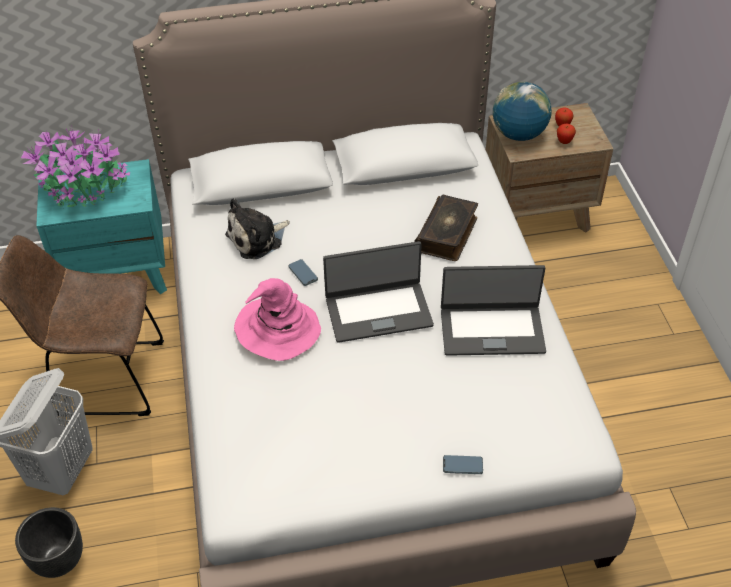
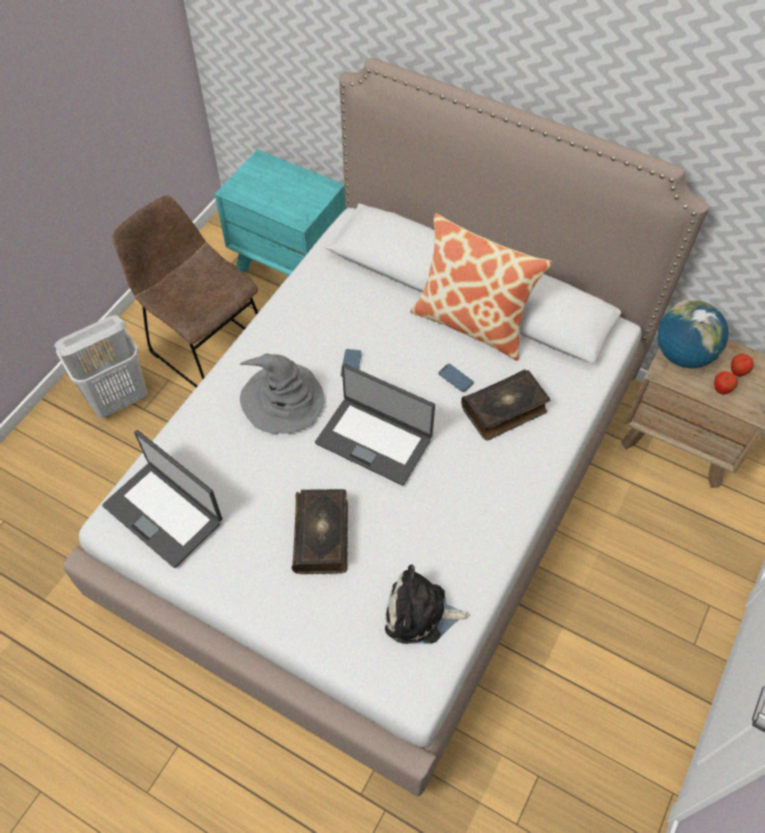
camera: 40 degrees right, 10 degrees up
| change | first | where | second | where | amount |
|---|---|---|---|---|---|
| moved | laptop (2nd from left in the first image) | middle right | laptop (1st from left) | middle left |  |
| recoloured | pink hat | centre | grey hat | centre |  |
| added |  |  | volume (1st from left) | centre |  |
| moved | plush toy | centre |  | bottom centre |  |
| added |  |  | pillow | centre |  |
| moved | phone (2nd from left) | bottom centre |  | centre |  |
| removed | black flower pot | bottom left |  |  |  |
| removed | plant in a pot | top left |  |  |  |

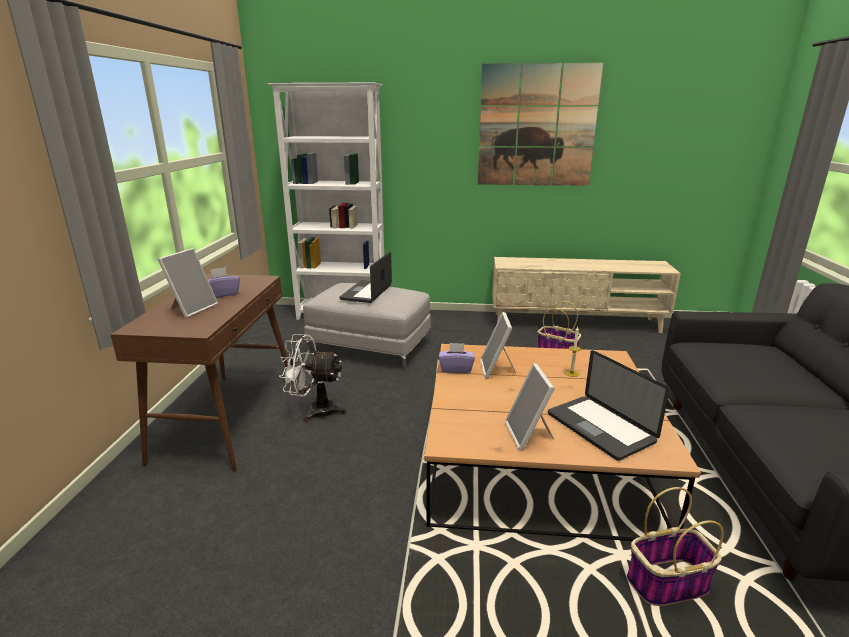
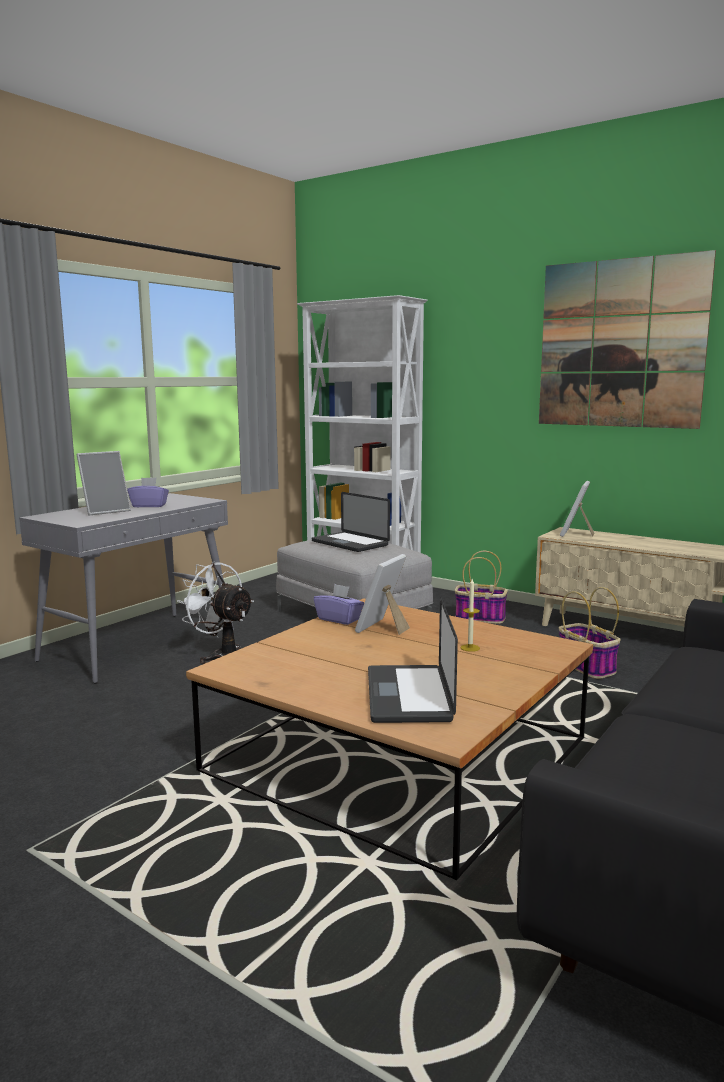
camera: 30 degrees right, 10 degrees down
| change | first | where | second | where | amount |
|---|---|---|---|---|---|
| recoloured | brown-coloured narrow table | middle left | grey narrow table | middle left |  |
| turned | laptop (1st from left) | centre |  | centre | 90 degrees counterclockwise |
| moved | household basket (2nd from left in the first image) | bottom right | household basket (1st from left) | centre |  |
| moved | standing frame (3rd from left) | centre |  | middle right |  |

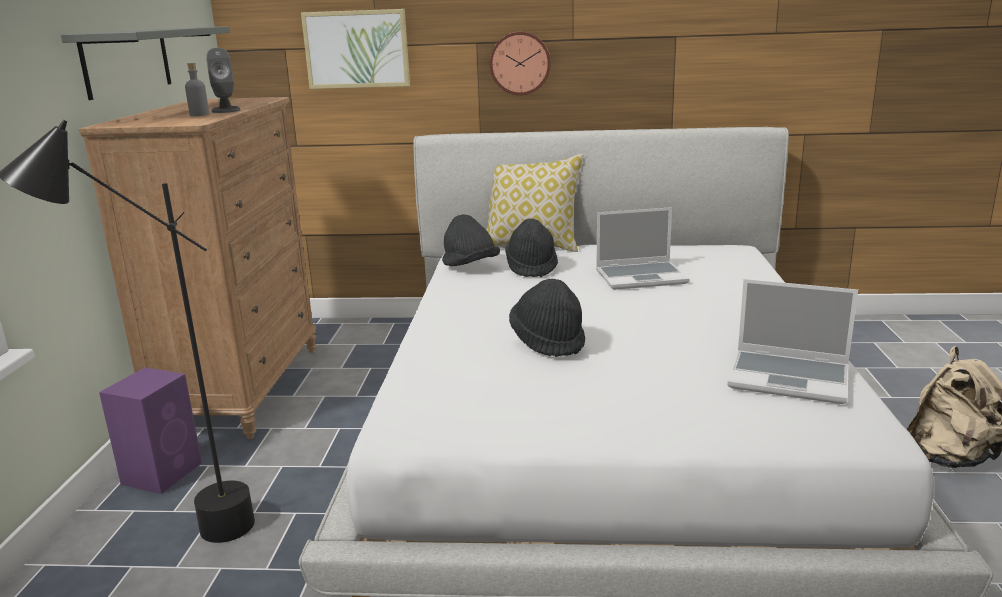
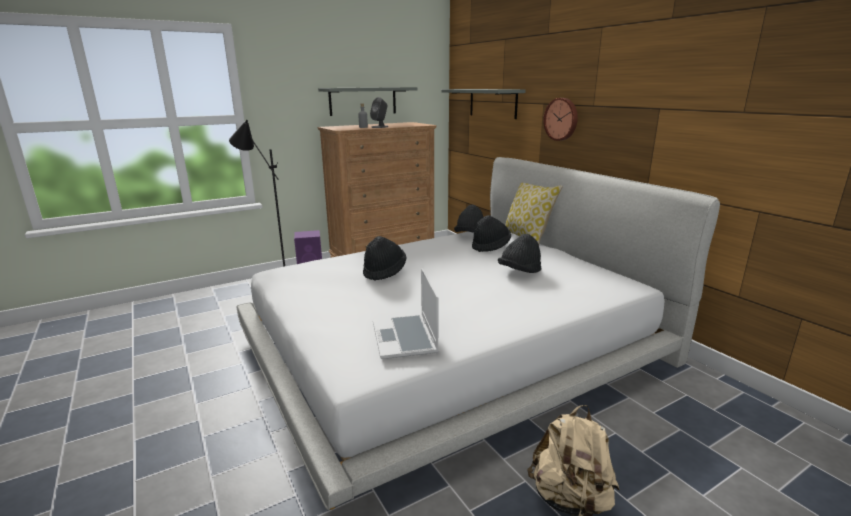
camera: 55 degrees right, 0 degrees up
| change | first | where | second | where | amount |
|---|---|---|---|---|---|
| replaced | wall picture | top centre | grey bracket shelf (2nd from left) | top centre |  |
| replaced | laptop (1st from left) | centre | black hat (4th from left) | centre |  |

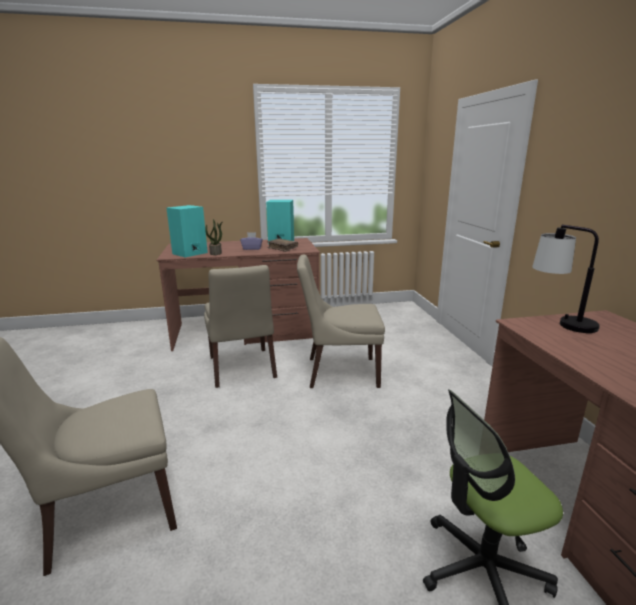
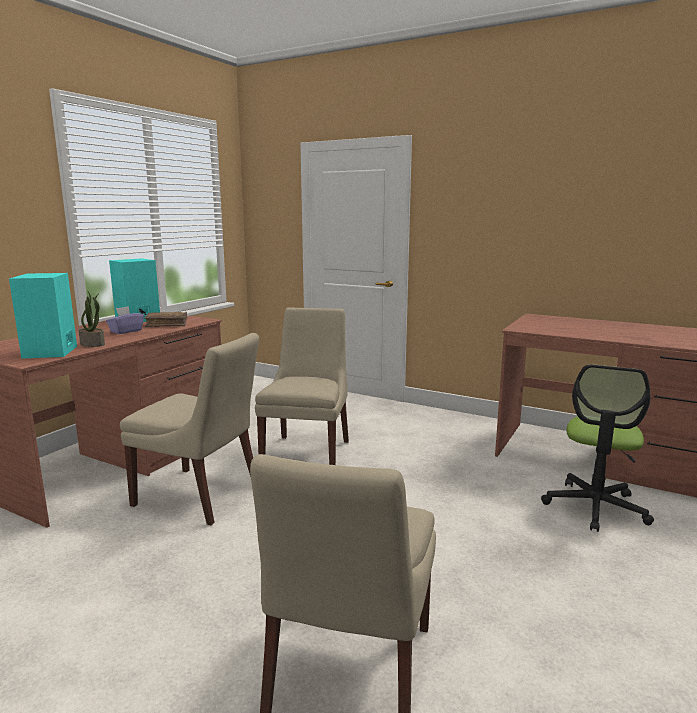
camera: 50 degrees left, 5 degrees down
| change | first | where | second | where | amount |
|---|---|---|---|---|---|
| turned | beige upright chair (3rd from left in the first image) | centre | beige upright chair (2nd from left) | centre | 150 degrees clockwise |
| removed | lamp for a table | middle right |  |  |  |

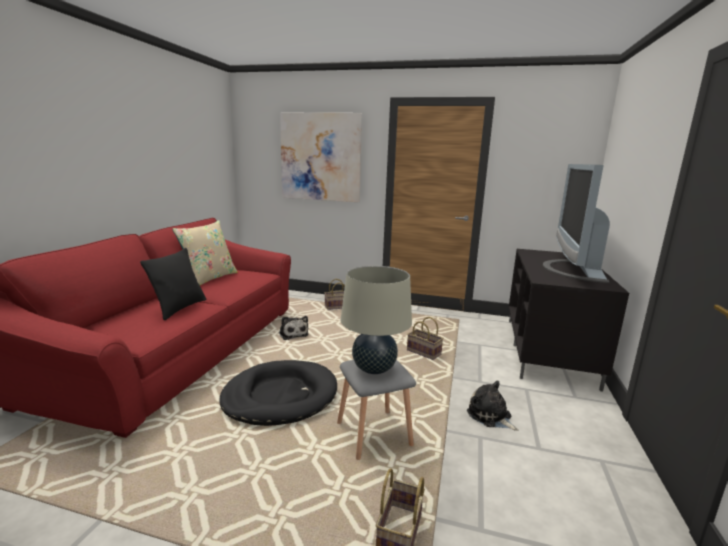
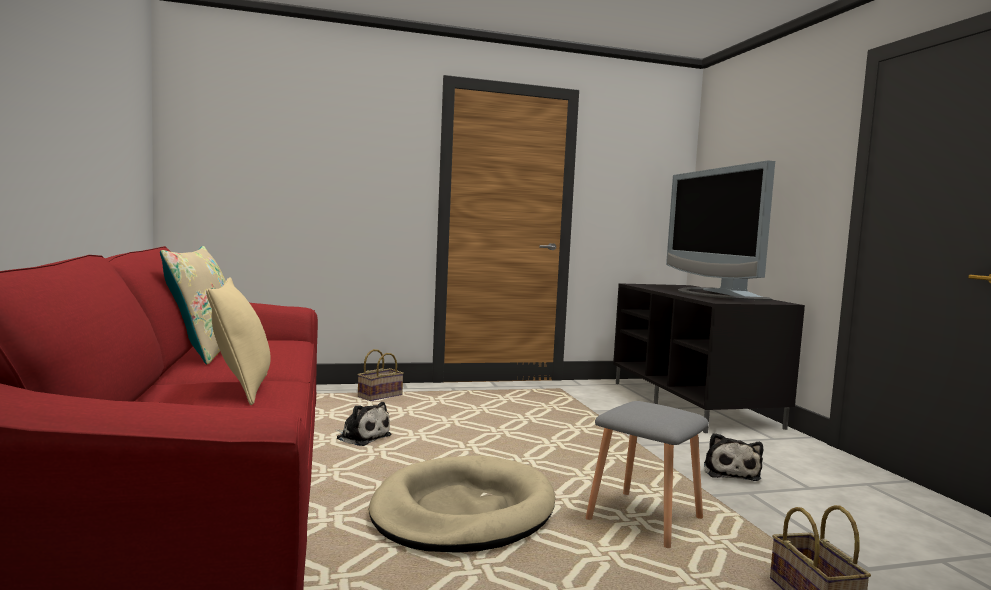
camera: 30 degrees left, 10 degrees down
| change | first | where | second | where | amount |
|---|---|---|---|---|---|
| recoloured | black pillow | middle left | beige pillow (2nd from left) | middle left |  |
| recoloured | black pet bed | bottom centre | beige pet bed | bottom centre |  |
| turned | plush toy (2nd from left) | bottom right |  | bottom right | 105 degrees counterclockwise |
| removed | wall picture | top centre |  |  |  |
| removed | beige lamp for a table | centre |  |  |  |
| removed | household basket (3rd from left) | centre |  |  |  |

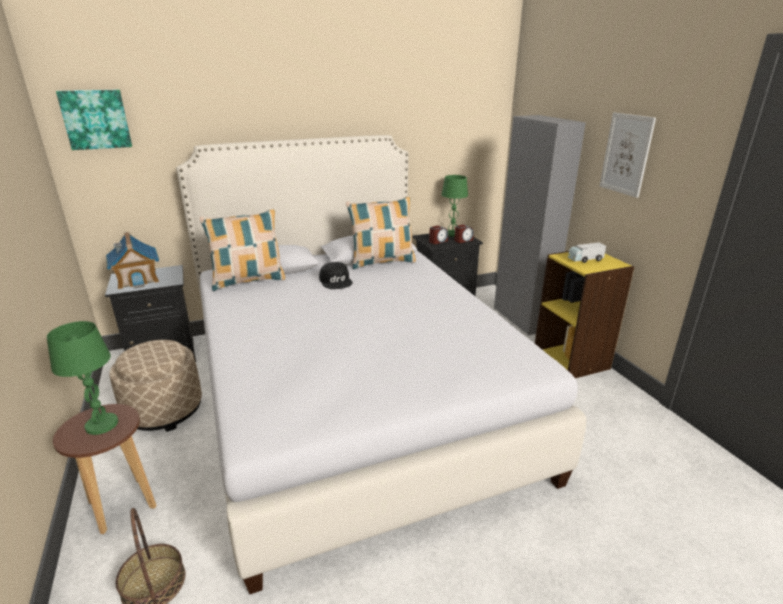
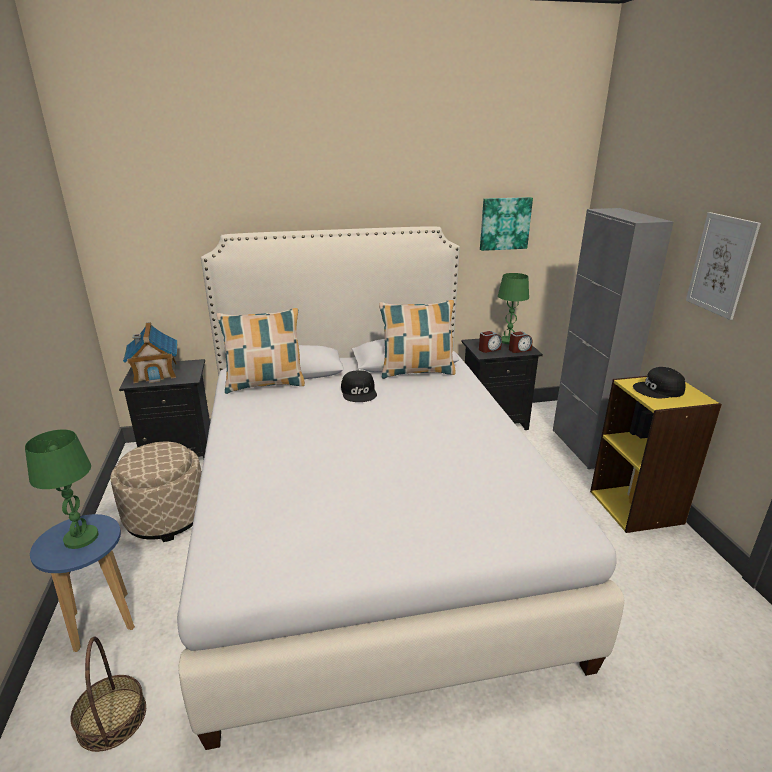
camera: 10 degrees right, 0 degrees up
| change | first | where | second | where | amount |
|---|---|---|---|---|---|
| recoloured | brown-coloured sitting stool | bottom left | blue sitting stool | bottom left |  |
| moved | wall picture (1st from left) | top left |  | top centre |  |
| replaced | toy truck | middle right | black cap (2nd from left) | middle right |  |

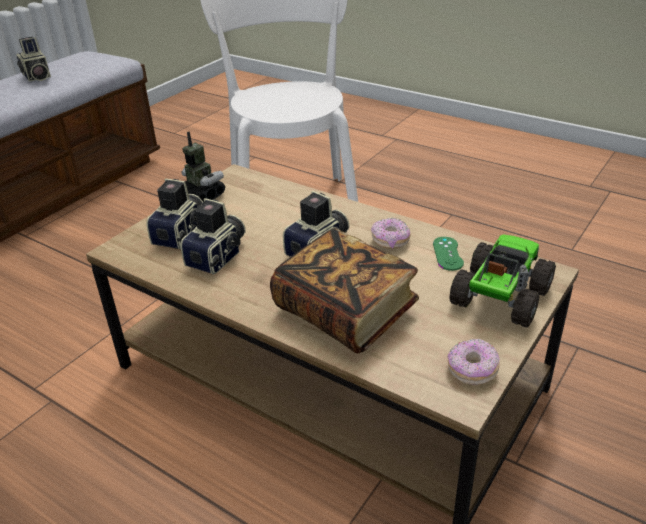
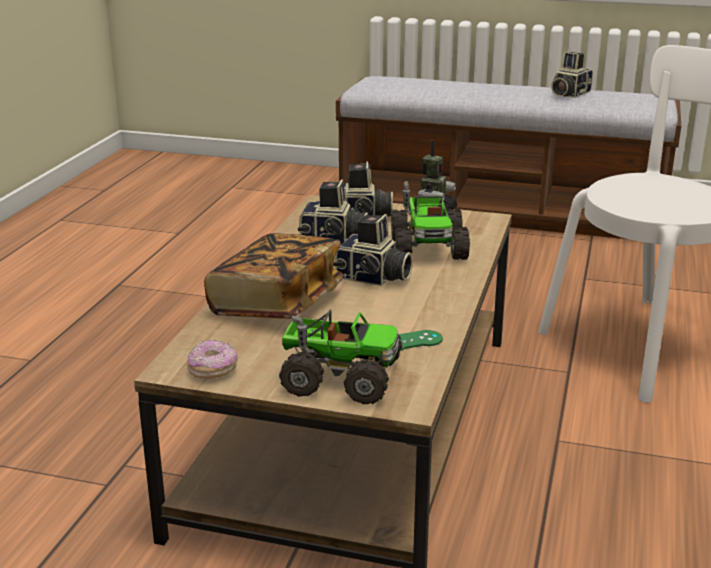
camera: 70 degrees right, 10 degrees down
| change | first | where | second | where | amount |
|---|---|---|---|---|---|
| added |  |  | toy truck (2nd from left) | centre |  |
| removed | ring doughnut (1st from left) | centre |  |  |  |

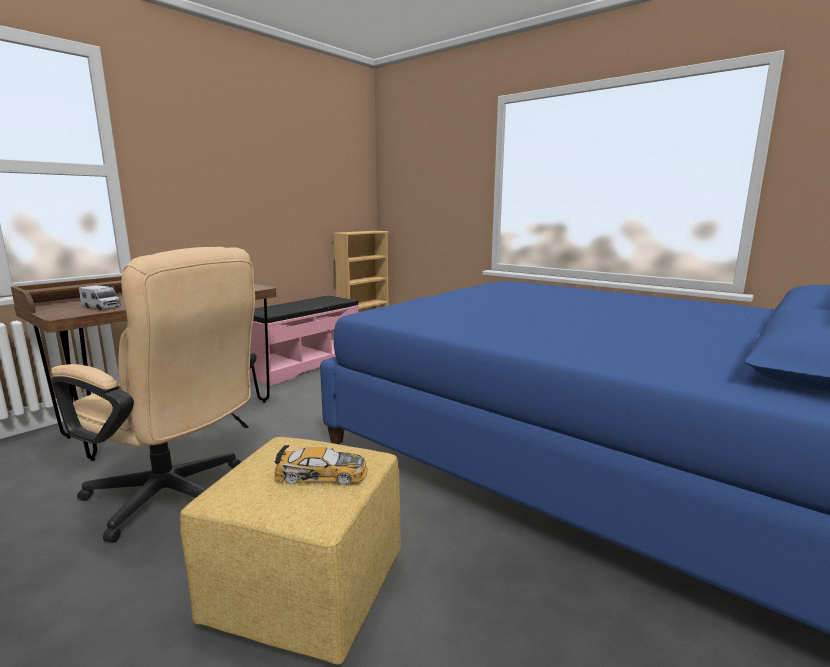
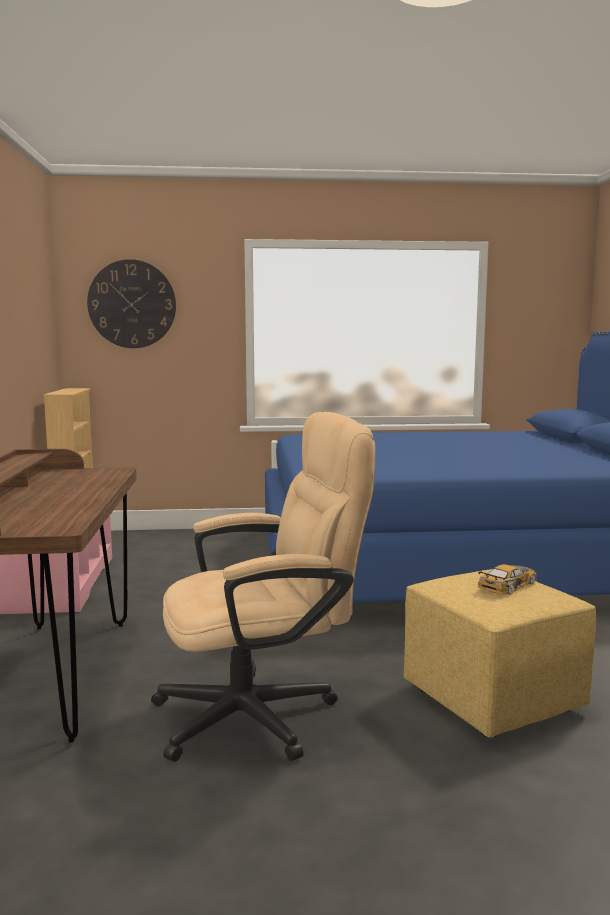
camera: 45 degrees left, 5 degrees down
| change | first | where | second | where | amount |
|---|---|---|---|---|---|
| added |  |  | hanging clock | top left |  |
| removed | toy truck | middle left |  |  |  |

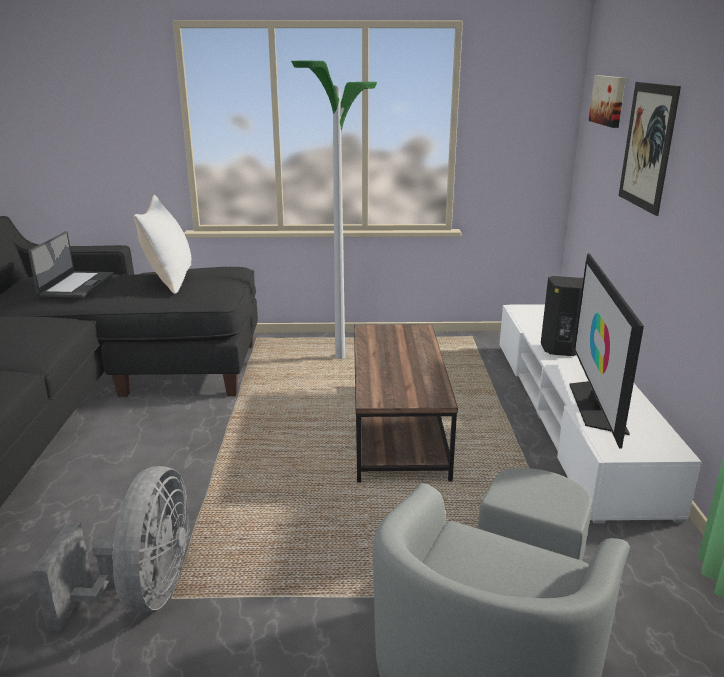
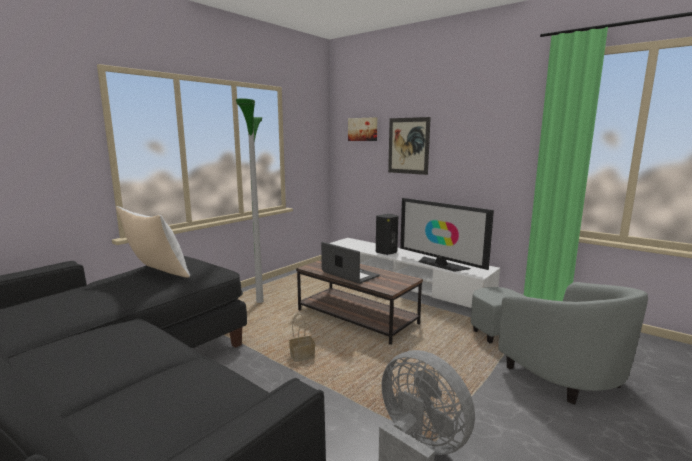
camera: 50 degrees left, 10 degrees down
| change | first | where | second | where | amount |
|---|---|---|---|---|---|
| added |  |  | household basket | bottom centre |  |
| moved | laptop | middle left |  | centre |  |

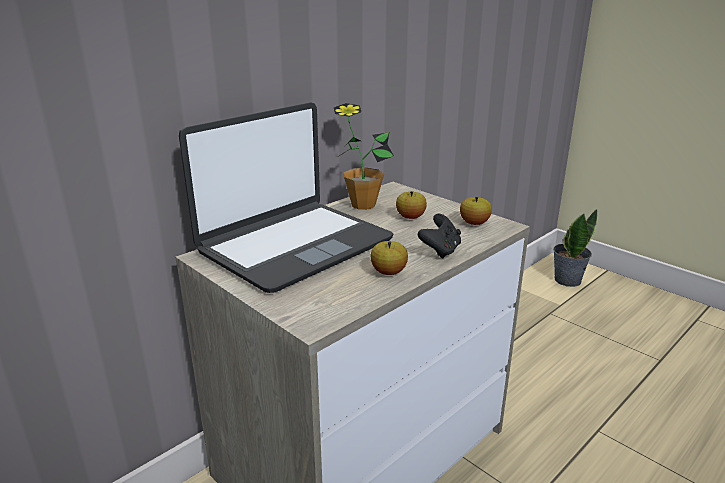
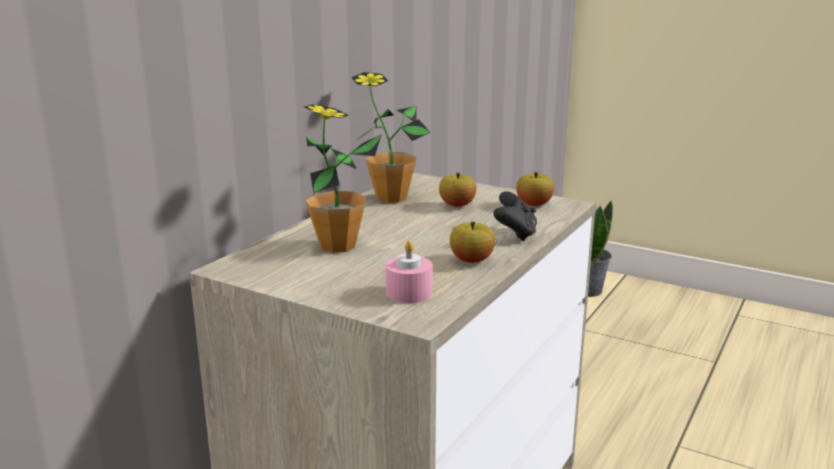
camera: 15 degrees left, 5 degrees down
| change | first | where | second | where | amount |
|---|---|---|---|---|---|
| replaced | laptop | centre | plant in a pot (1st from left) | centre |  |
| added |  |  | pink wax candle | centre |  |

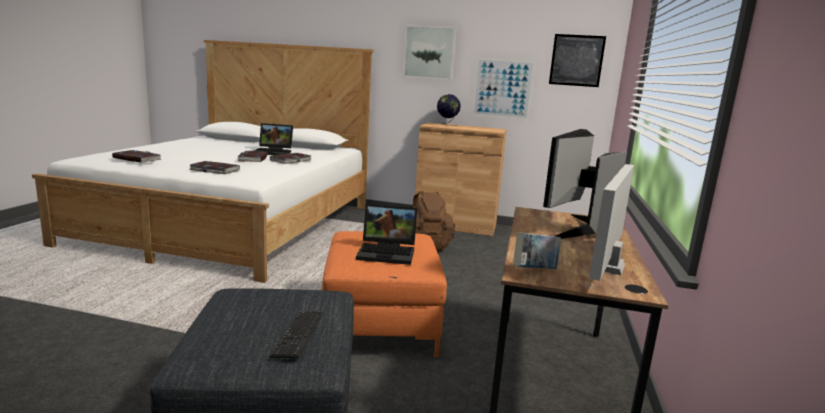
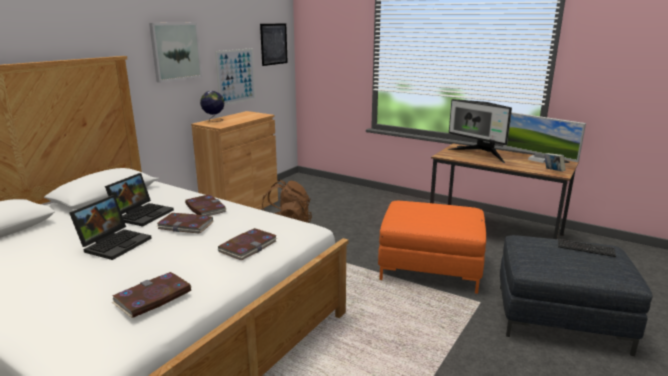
camera: 70 degrees left, 5 degrees up
| change | first | where | second | where | amount |
|---|---|---|---|---|---|
| moved | laptop (2nd from left in the first image) | centre | laptop (1st from left) | middle left |  |

